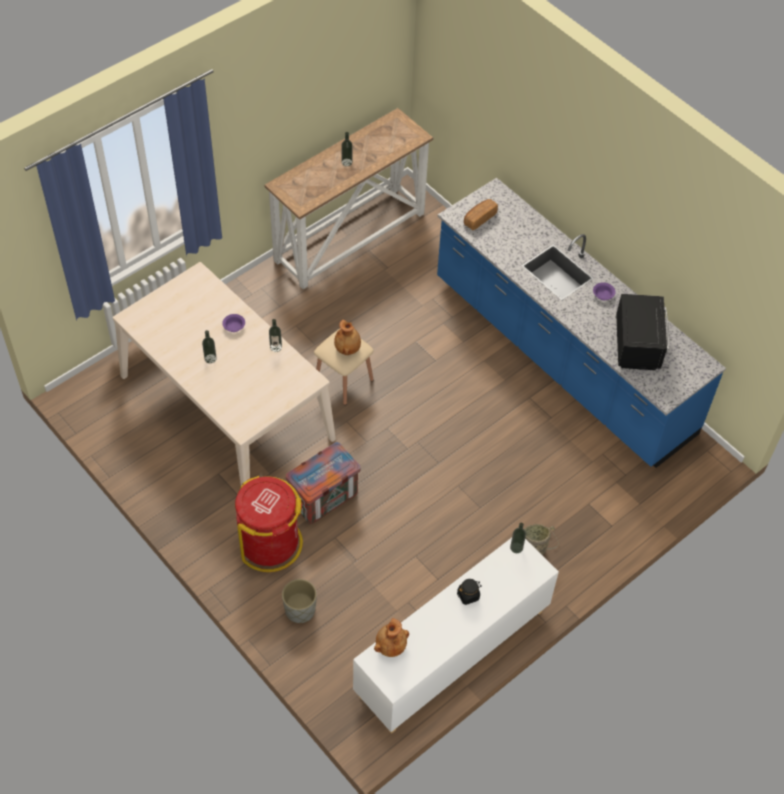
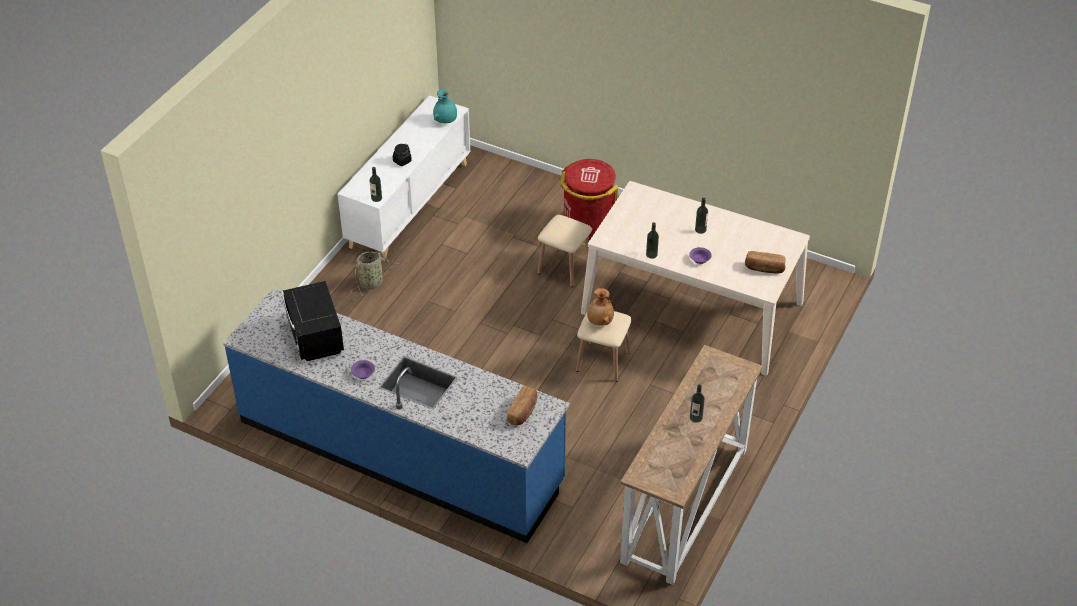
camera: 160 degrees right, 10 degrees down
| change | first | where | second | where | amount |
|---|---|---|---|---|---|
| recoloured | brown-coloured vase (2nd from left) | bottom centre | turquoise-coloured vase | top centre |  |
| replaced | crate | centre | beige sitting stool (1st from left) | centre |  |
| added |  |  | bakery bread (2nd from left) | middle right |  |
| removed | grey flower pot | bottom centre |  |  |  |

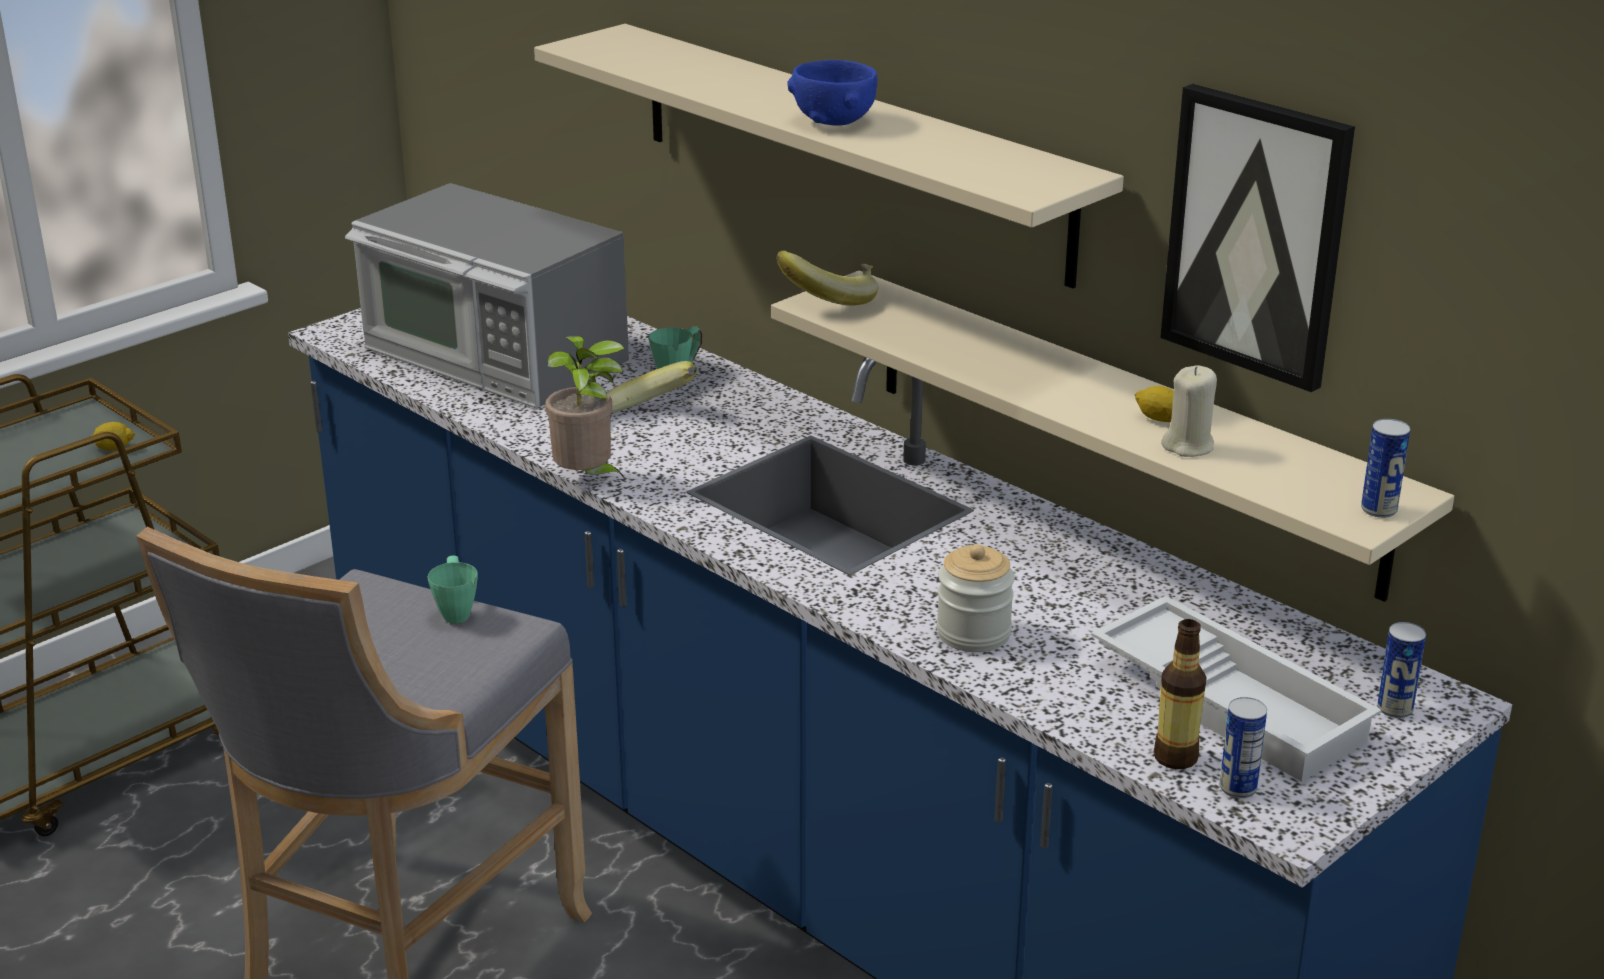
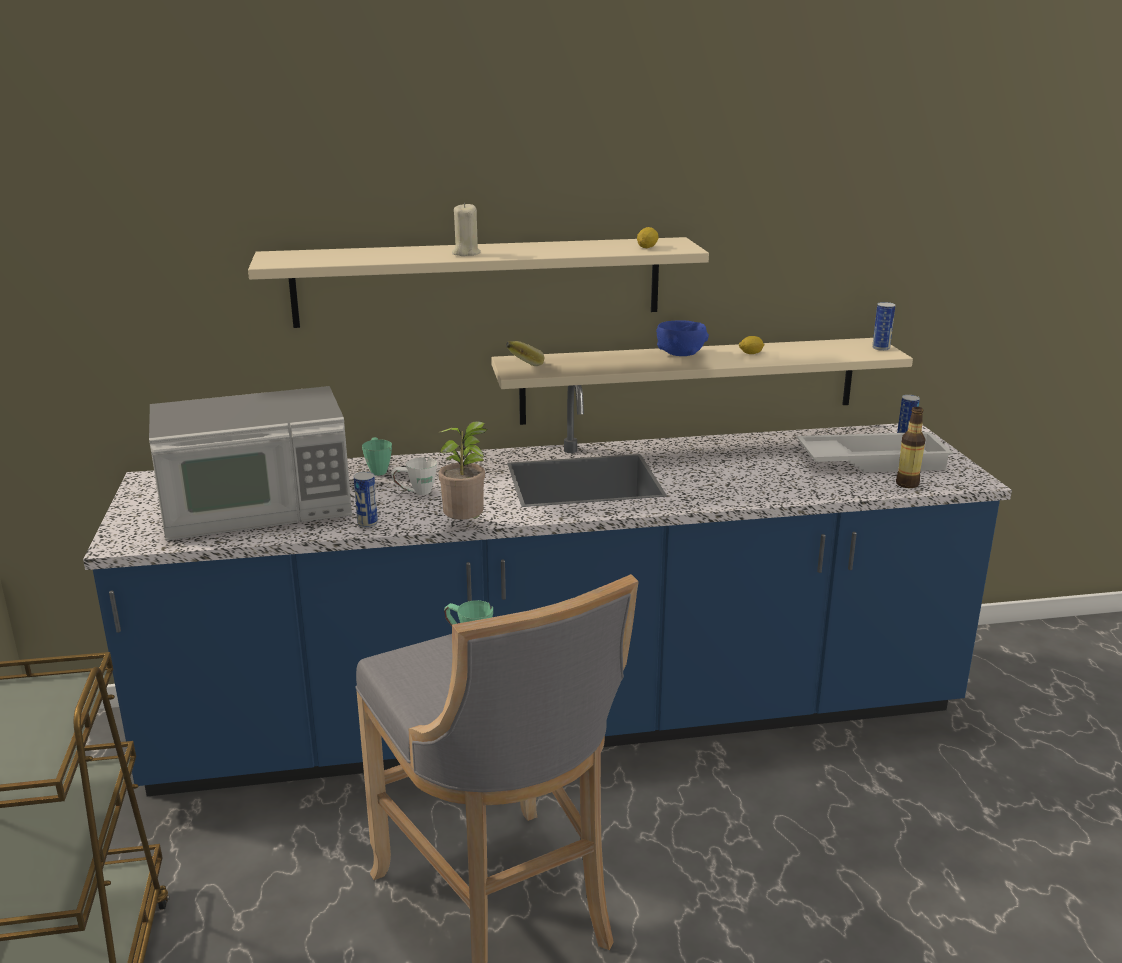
camera: 55 degrees left, 5 degrees down
| change | first | where | second | where | amount |
|---|---|---|---|---|---|
| moved | can (1st from left) | bottom right |  | middle left |  |
| replaced | whole banana (1st from left) | centre | white coffee mug | centre |  |
| moved | beige wax candle | middle right |  | top centre |  |
| moved | lemon (1st from left) | middle left |  | top centre |  |
| moved | blue deep dish | top centre |  | centre |  |
| removed | preserve jar | centre |  |  |  |
| removed | wall picture | top right |  |  |  |

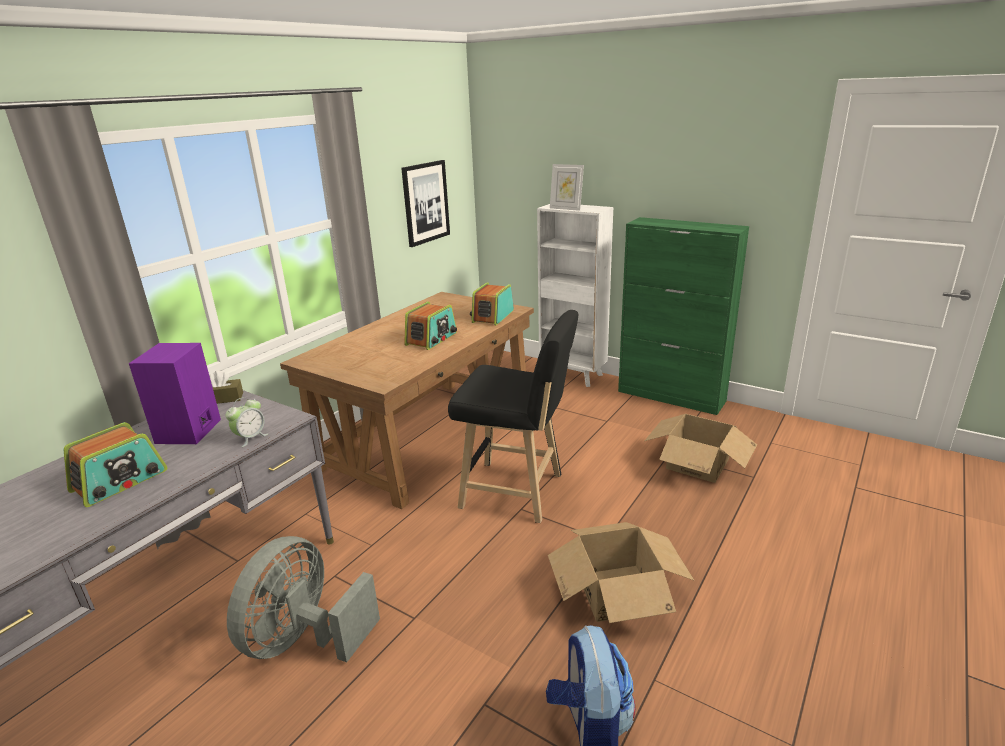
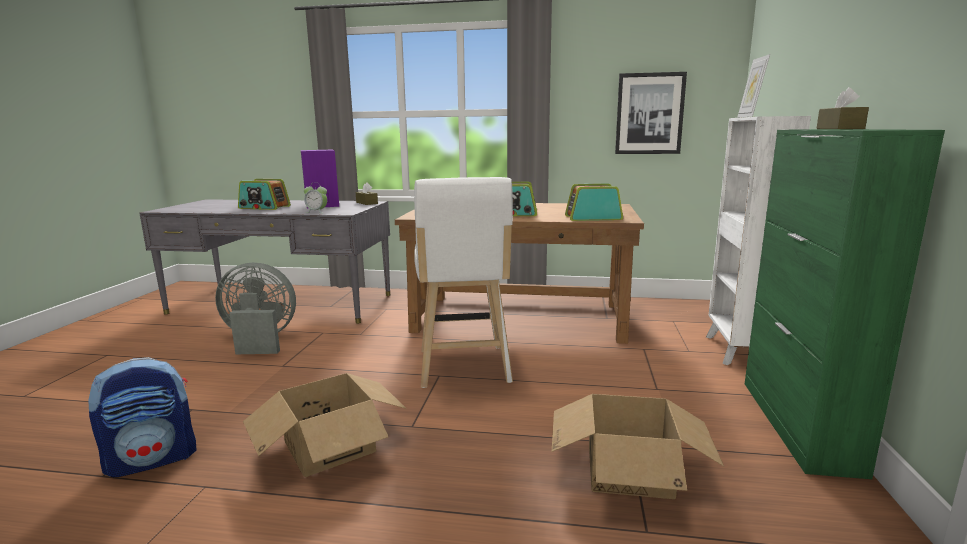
camera: 65 degrees right, 10 degrees down
| change | first | where | second | where | amount |
|---|---|---|---|---|---|
| recoloured | black sitting stool | centre | white sitting stool | centre |  |
| added |  |  | brown-coloured tissue holder (2nd from left) | top right |  |

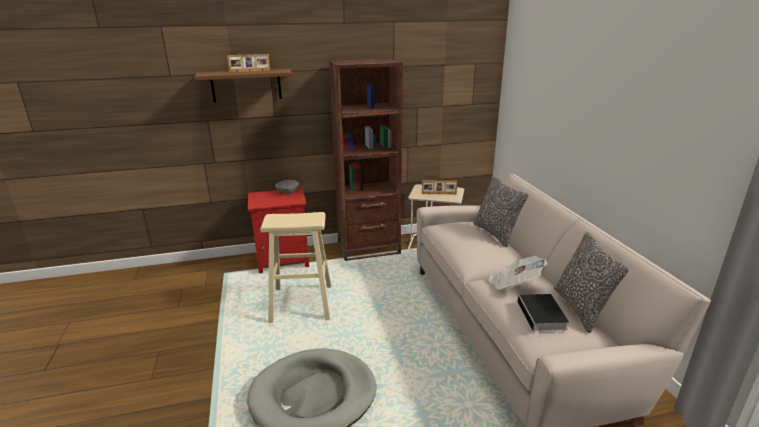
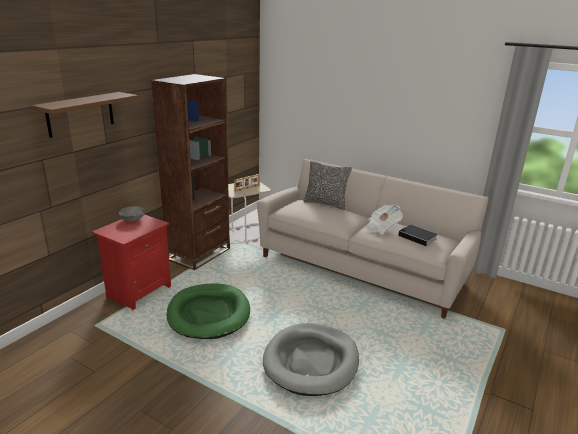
camera: 45 degrees left, 0 degrees up
| change | first | where | second | where | amount |
|---|---|---|---|---|---|
| replaced | beige sitting stool | centre | greenish pet bed | bottom centre |  |
| removed | standing frame (1st from left) | top left |  |  |  |
| removed | pillow (2nd from left) | middle right |  |  |  |

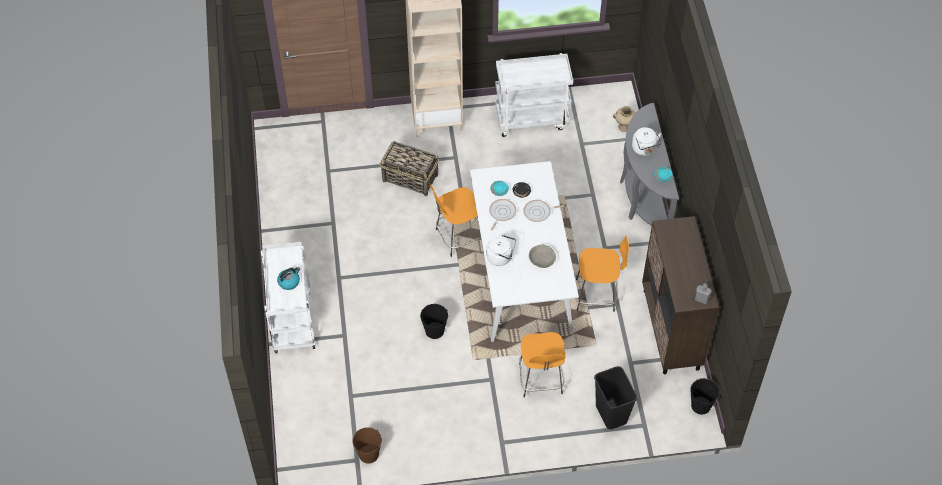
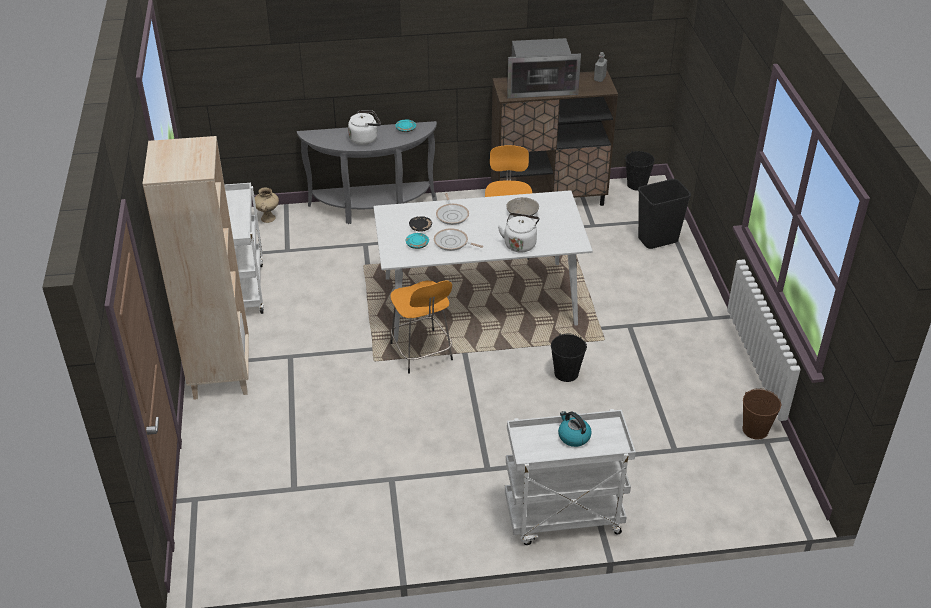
camera: 90 degrees left, 15 degrees down
| change | first | where | second | where | amount |
|---|---|---|---|---|---|
| added |  |  | microwave oven | top centre |  |
| removed | household basket | centre |  |  |  |
| removed | orange-coloured sitting stool (2nd from left) | bottom centre |  |  |  |

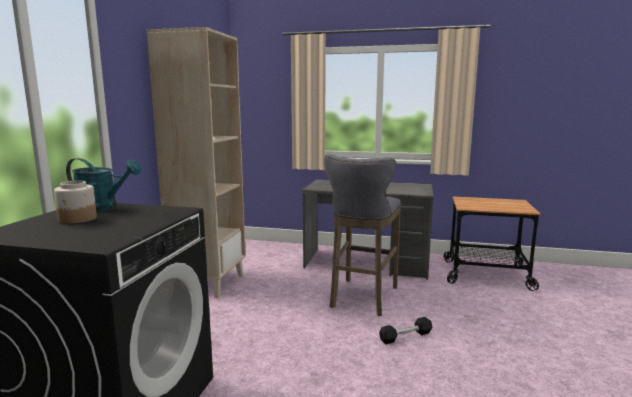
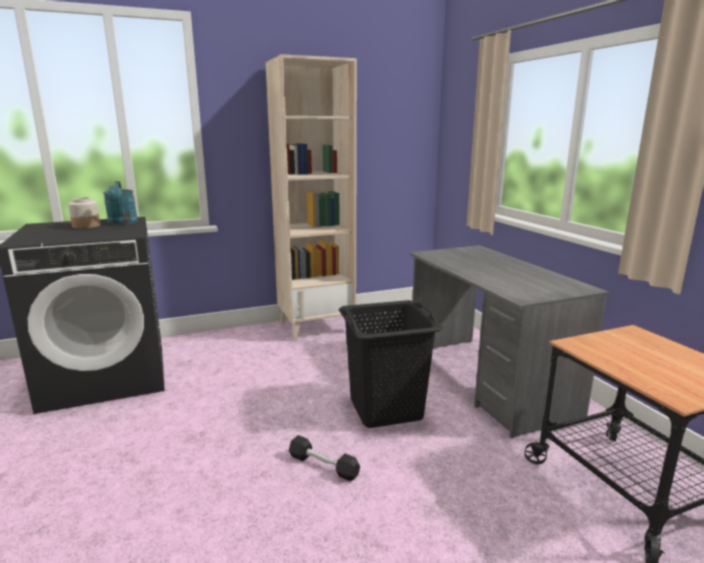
camera: 55 degrees right, 5 degrees up
| change | first | where | second | where | amount |
|---|---|---|---|---|---|
| replaced | grey sitting stool | centre | black hamper | centre |  |

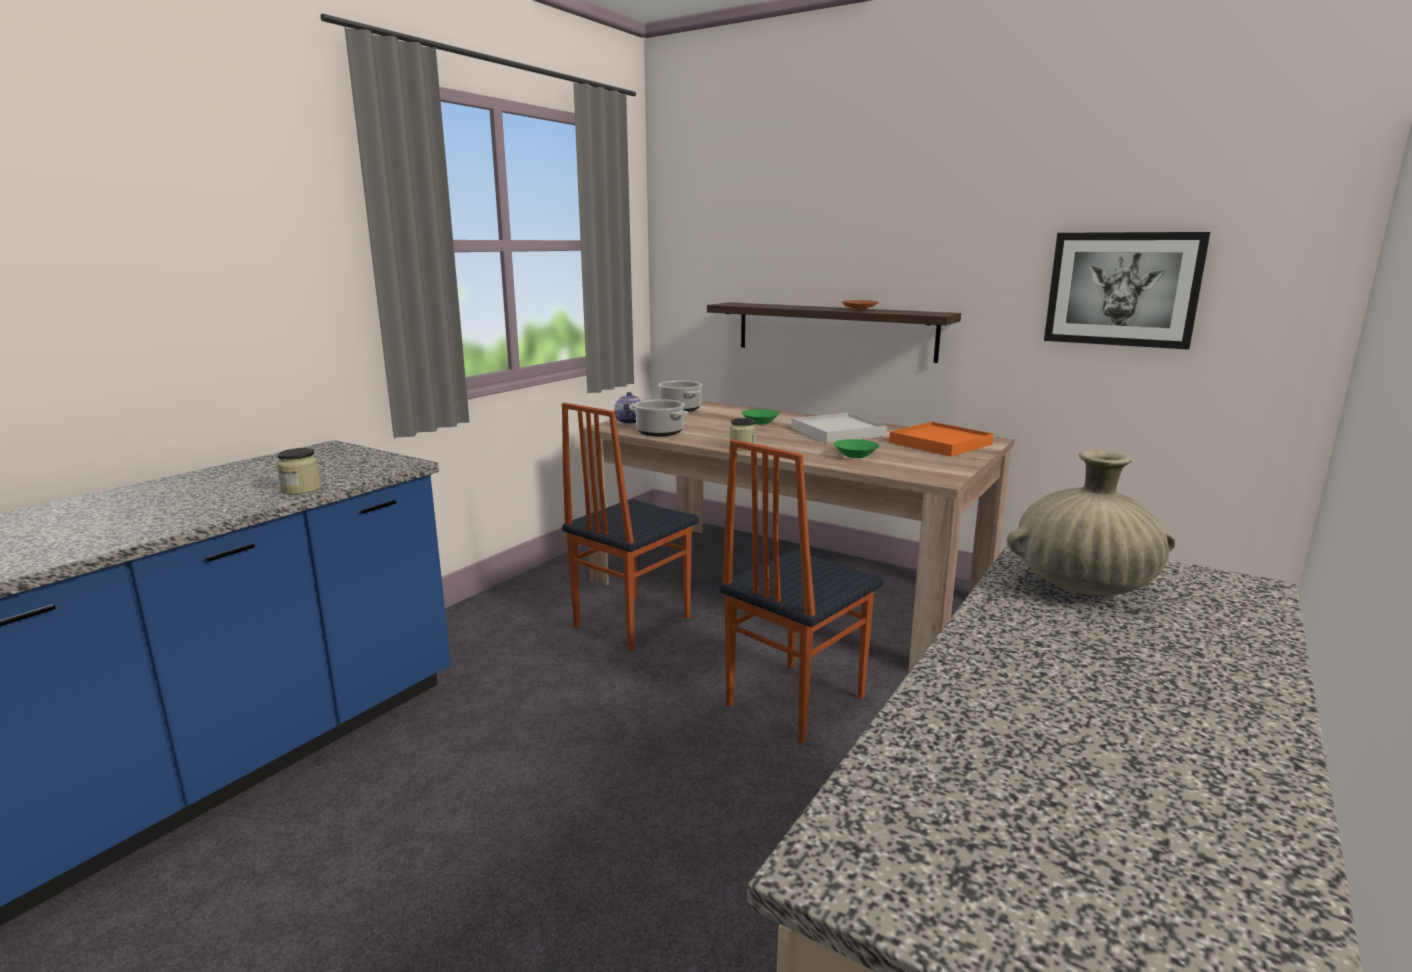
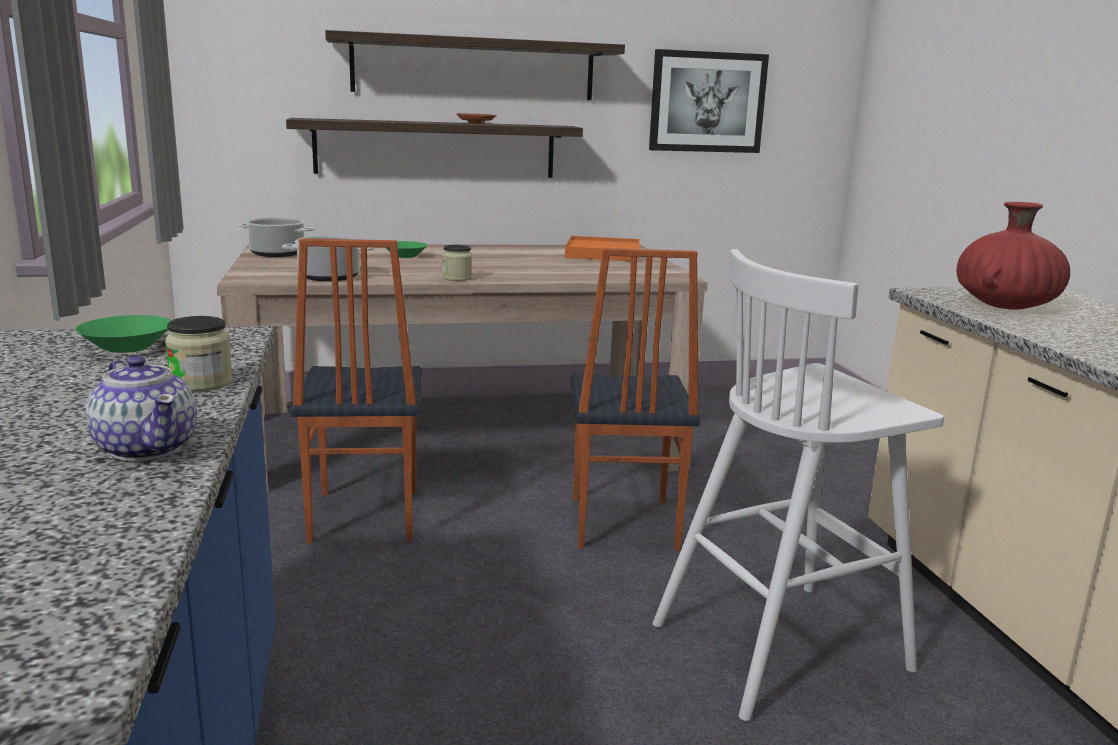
camera: 45 degrees left, 0 degrees up
| change | first | where | second | where | amount |
|---|---|---|---|---|---|
| moved | greenish deep dish (2nd from left in the first image) | centre | greenish deep dish (1st from left) | middle left |  |
| moved | tea pot | centre |  | middle left |  |
| added |  |  | bracket shelf (2nd from left) | top centre |  |
| added |  |  | white sitting stool | middle right |  |
| recoloured | beige vase | middle right | red-coloured vase | middle right |  |
| removed | white tray | centre |  |  |  |

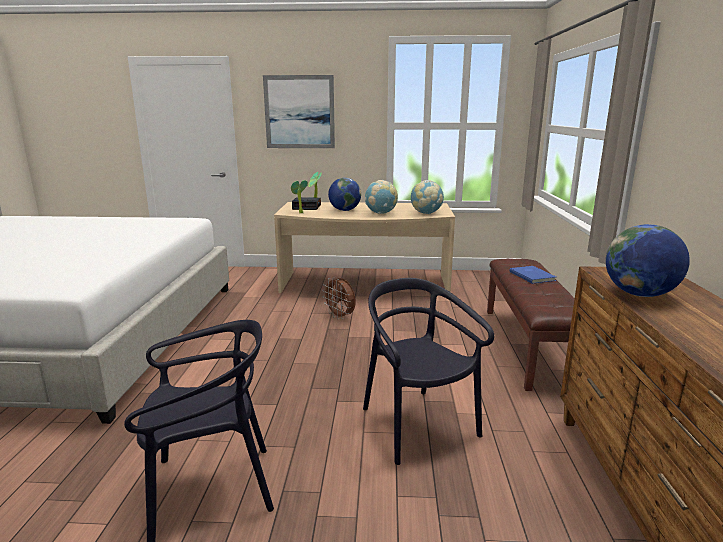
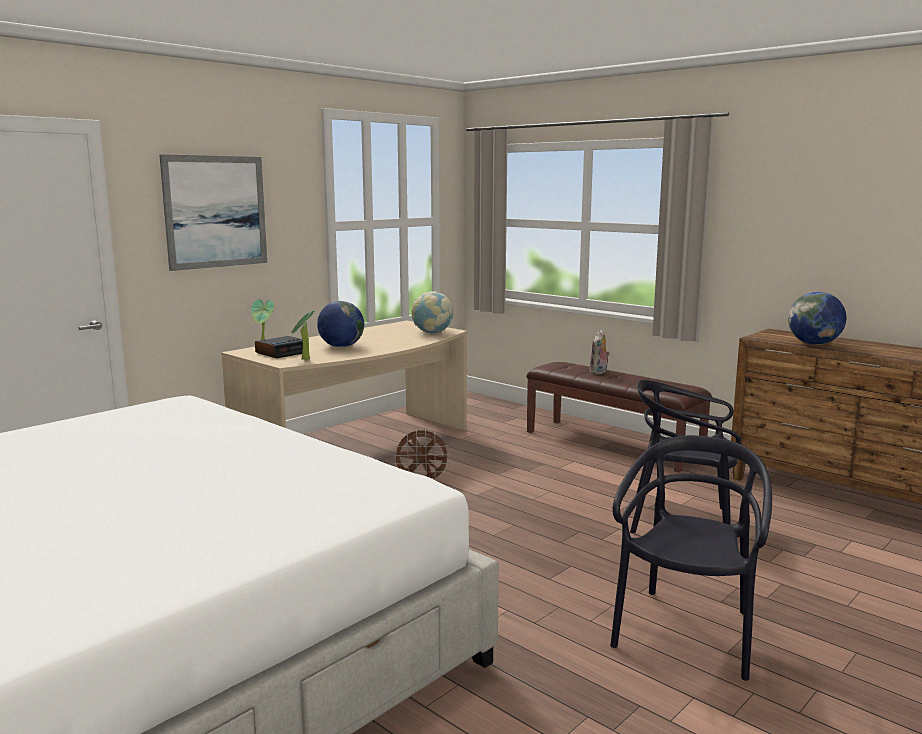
camera: 50 degrees left, 5 degrees down
| change | first | where | second | where | amount |
|---|---|---|---|---|---|
| replaced | blue volume | middle right | plush toy | centre |  |
| removed | desk globe (2nd from left) | centre |  |  |  |

